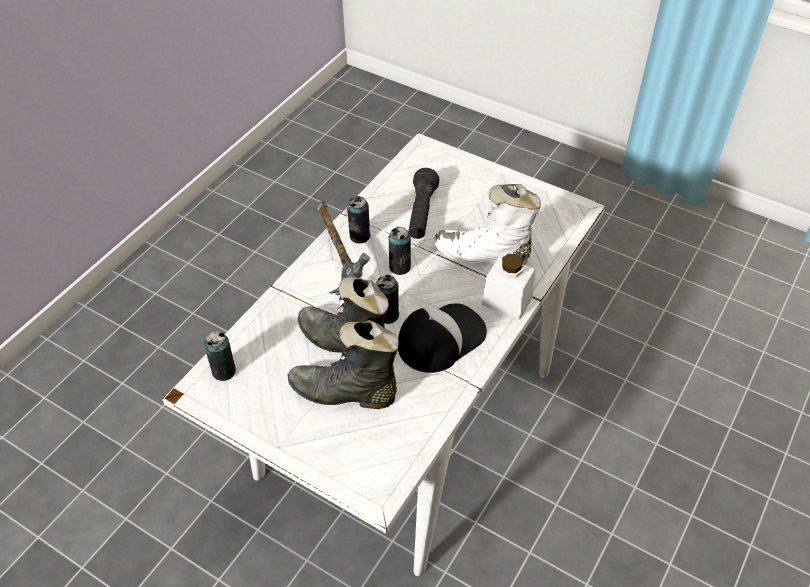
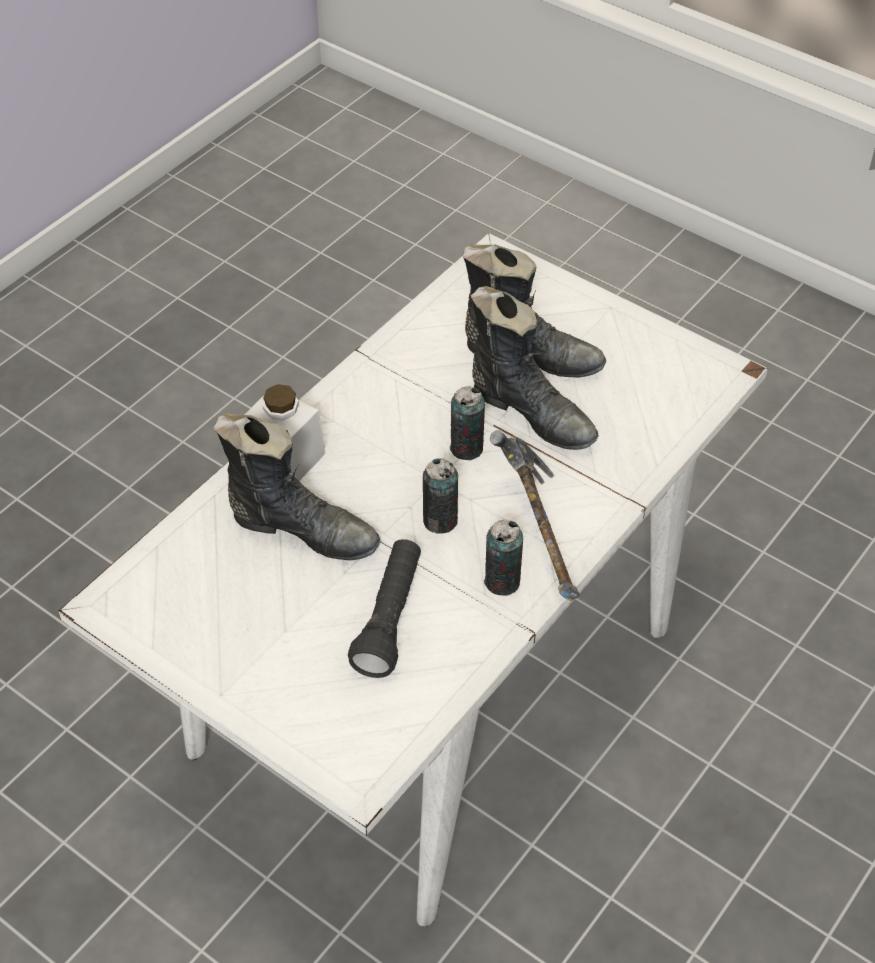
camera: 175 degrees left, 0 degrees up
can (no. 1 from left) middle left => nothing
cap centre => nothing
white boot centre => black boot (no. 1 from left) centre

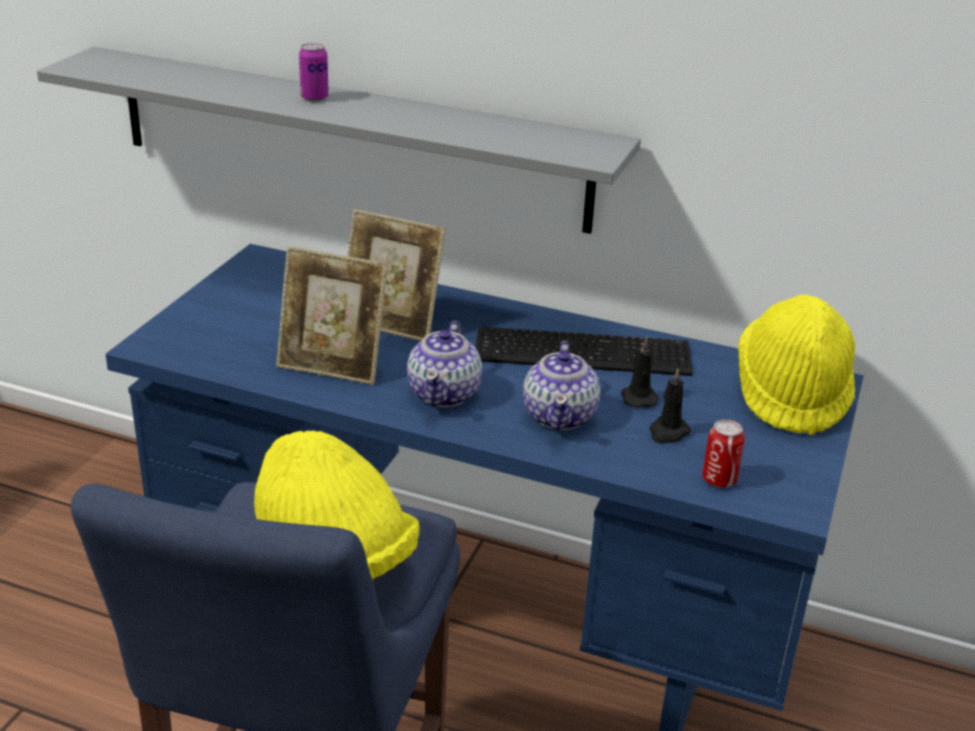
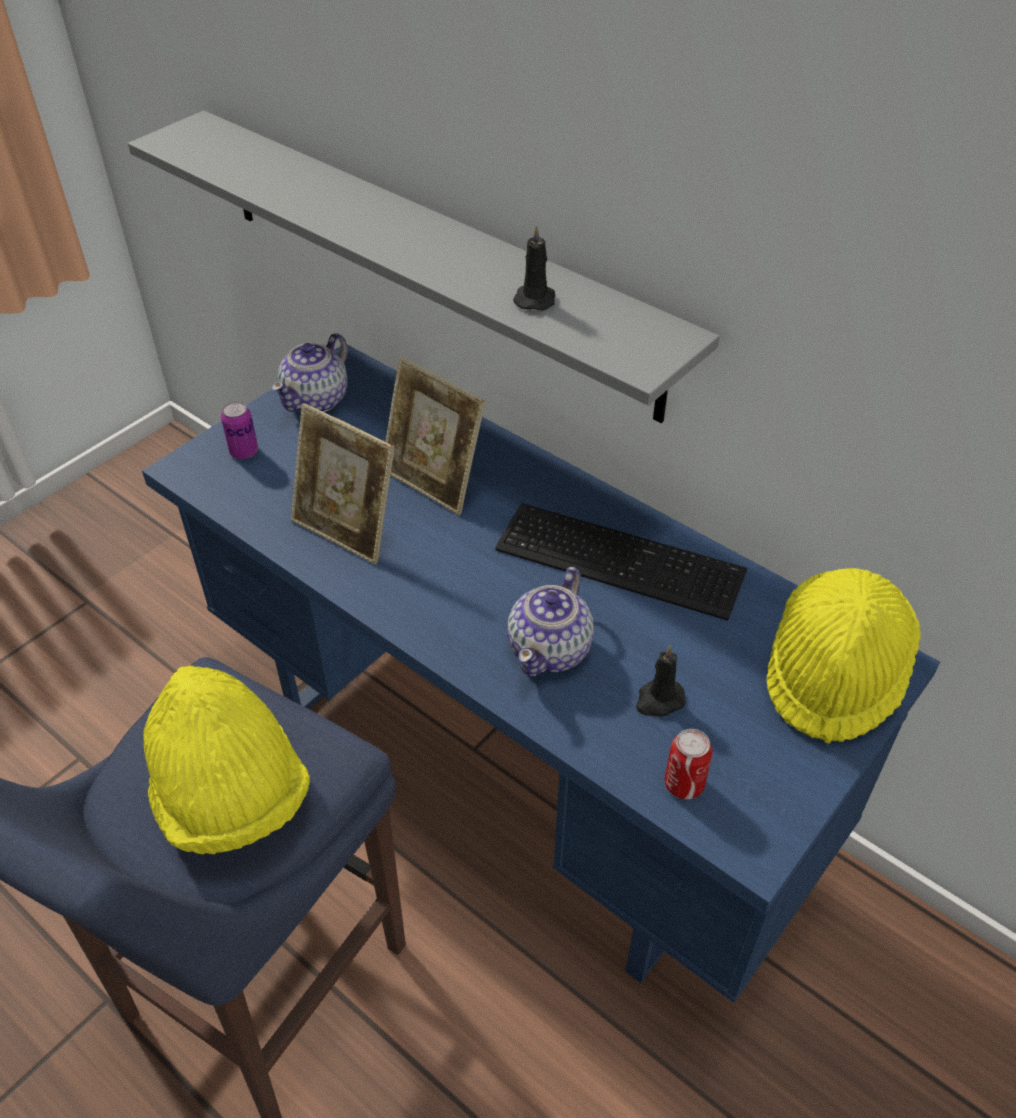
camera: 20 degrees right, 15 degrees up
can (no. 1 from left) top left => can (no. 1 from left) middle left, relocated
teapot (no. 1 from left) centre => teapot (no. 1 from left) top left, relocated
black candle (no. 1 from left) centre => black candle (no. 1 from left) top centre, relocated

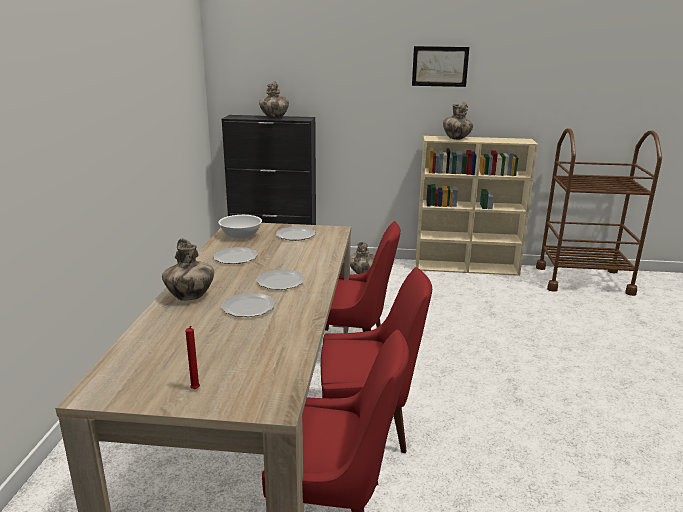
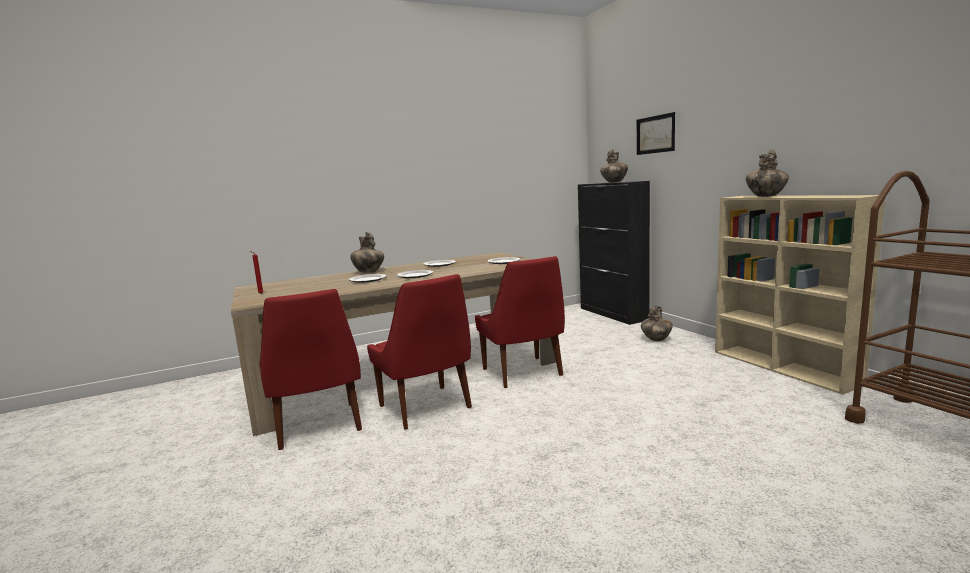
camera: 60 degrees right, 10 degrees down
white bowl centre => nothing
picture top centre => picture top right, relocated

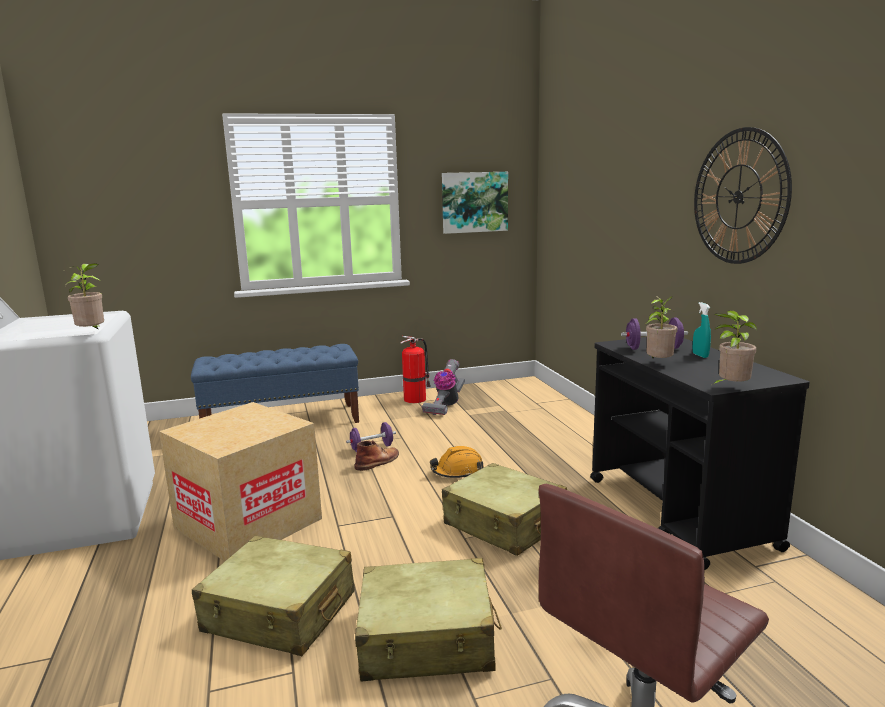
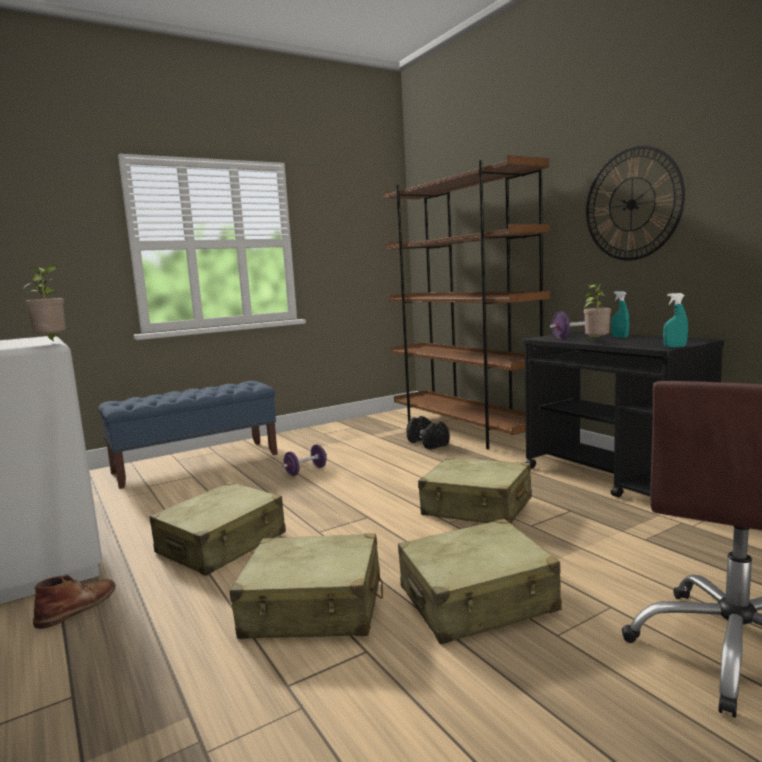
camera: 15 degrees left, 5 degrees down
cardboard box bottom left => beige suitcase (no. 1 from left) bottom left
brown boot centre => brown boot bottom left, relocated
fire extinguisher centre => nothing
vacuum cleaner centre => nothing
orange hard hat centre => nothing
picture top centre => nothing
potted plant (no. 3 from left) middle right => turquoise spray bottle (no. 2 from left) middle right
nothing => brown bookcase centre
nothing => black dumbbell centre

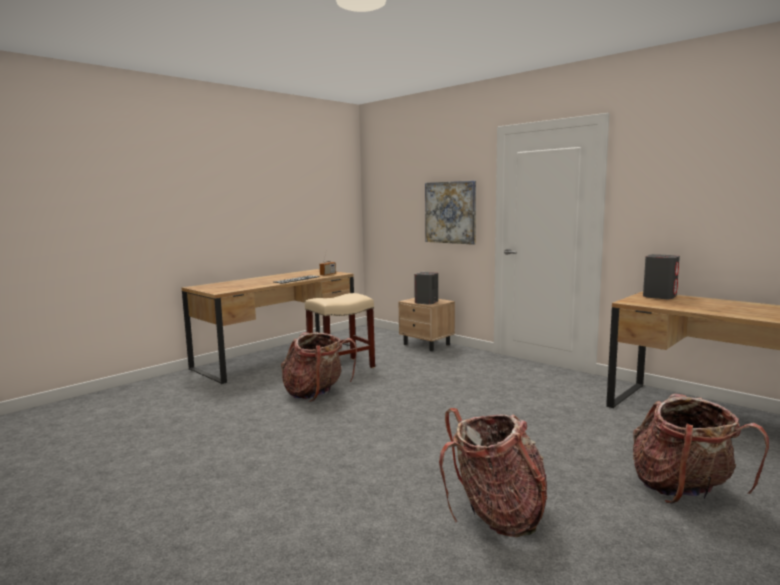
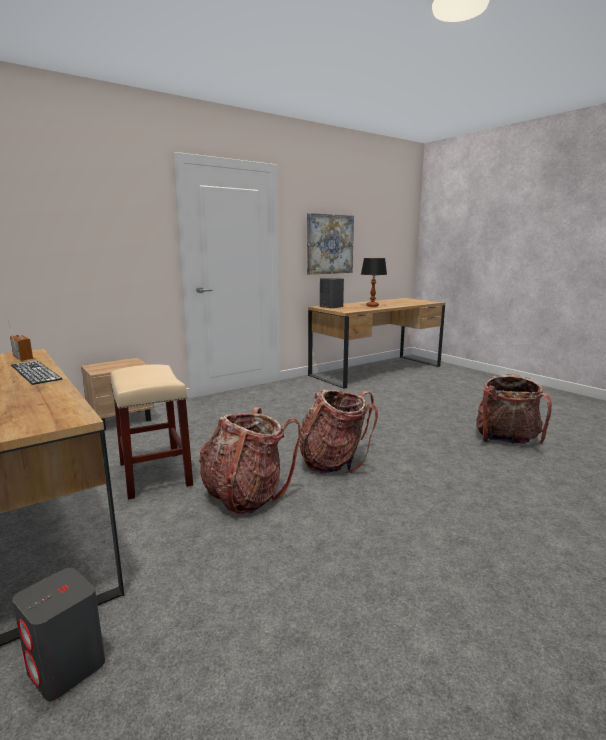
camera: 80 degrees left, 5 degrees up
grey speaker (no. 1 from left) centre => grey speaker (no. 1 from left) bottom left, relocated
picture centre => picture top centre, relocated
backpack (no. 3 from left in the first image) bottom right => backpack (no. 2 from left) centre, relocated
nothing => table lamp centre

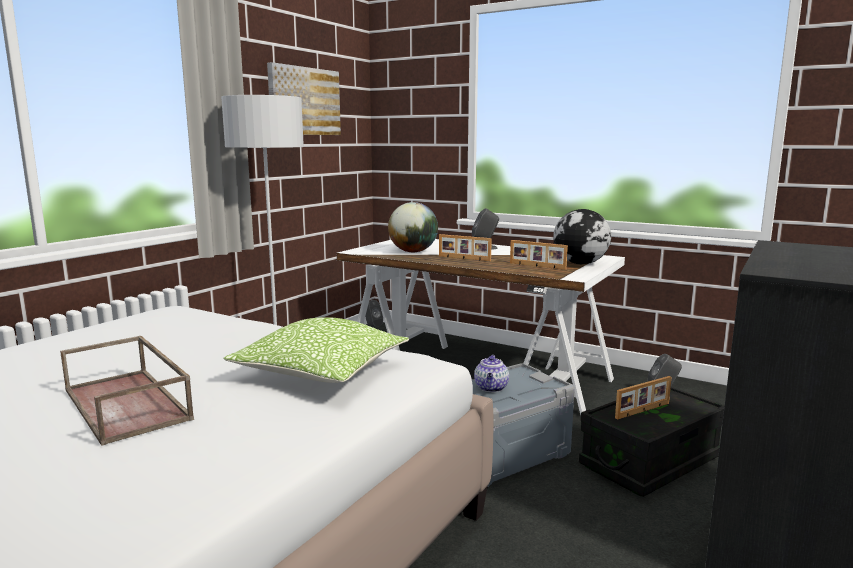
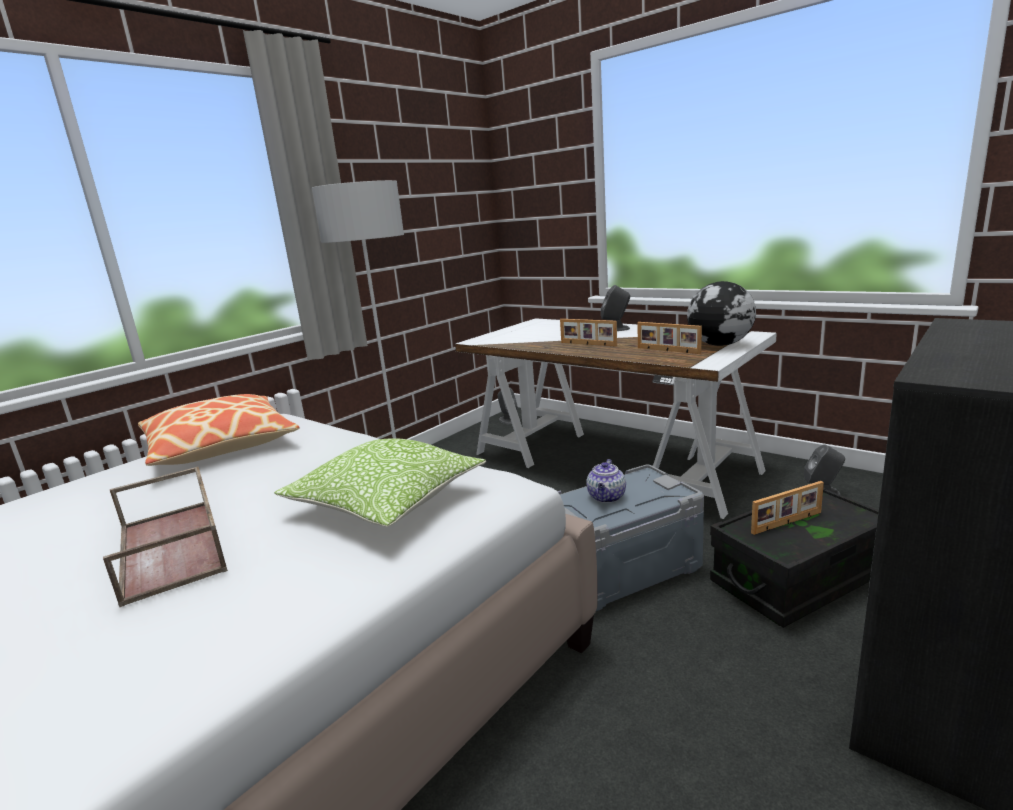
camera: 10 degrees right, 5 degrees up
picture top centre => nothing
globe (no. 1 from left) centre => nothing
nothing => pillow (no. 1 from left) middle left

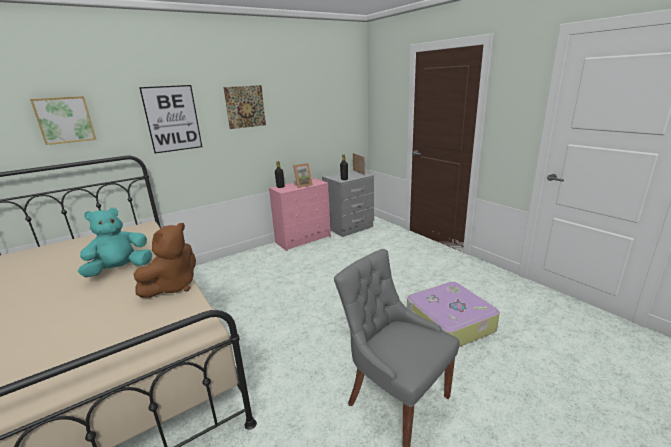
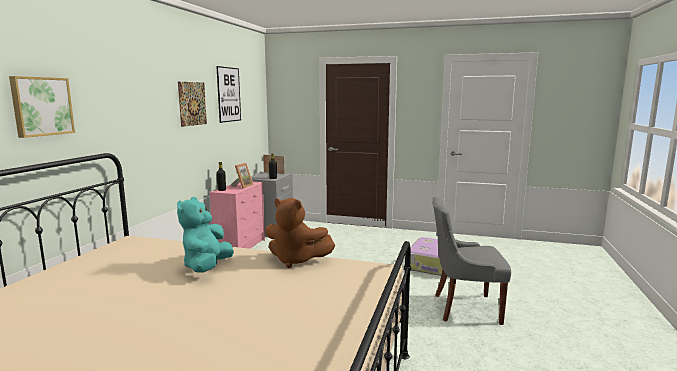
camera: 40 degrees left, 10 degrees down
brown plush toy middle left => brown plush toy centre, 120 degrees clockwise
picture (no. 2 from left in the first image) top left => picture (no. 3 from left) top centre, relocated

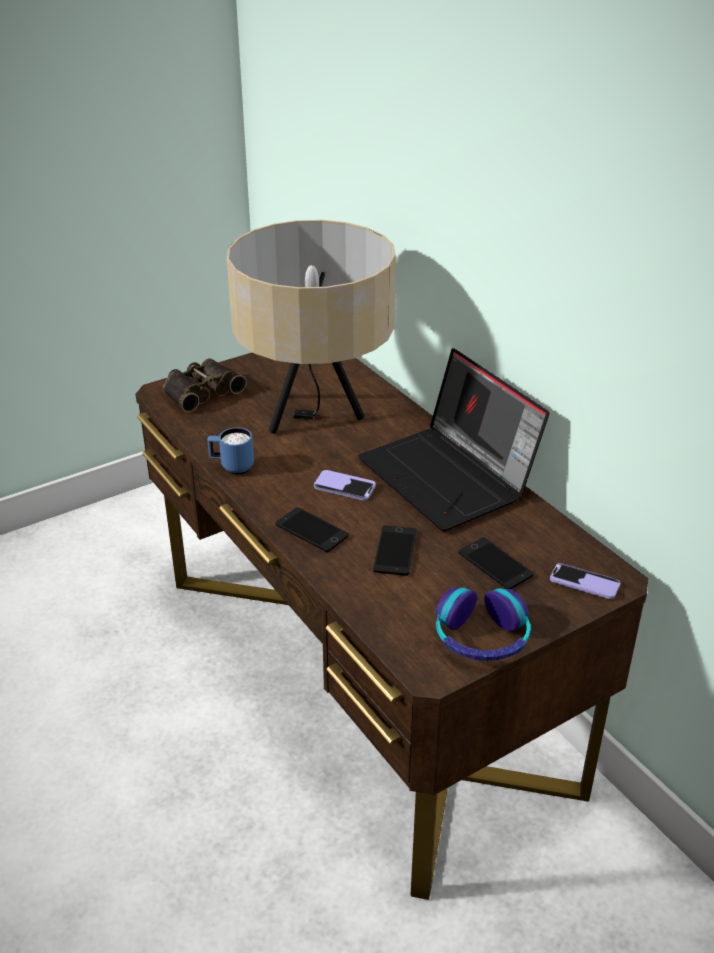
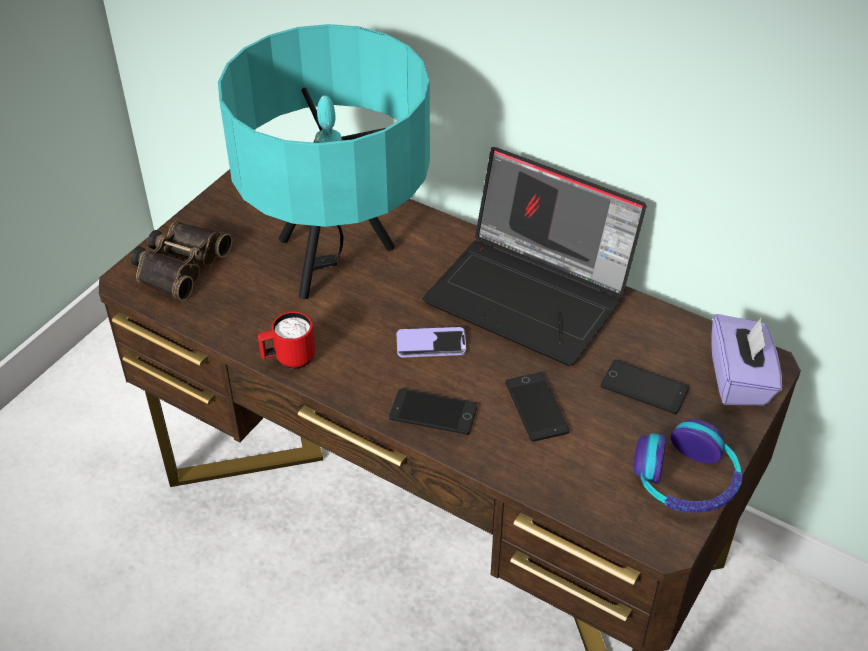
camera: 25 degrees left, 10 degrees up
blue mug middle left => red mug middle left
beige table lamp centre => turquoise table lamp top centre
phone (no. 5 from left) middle right => purple tissue box middle right

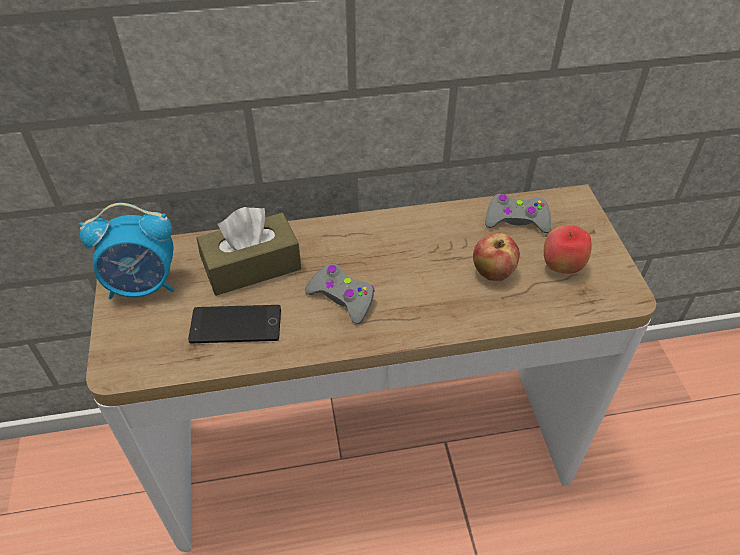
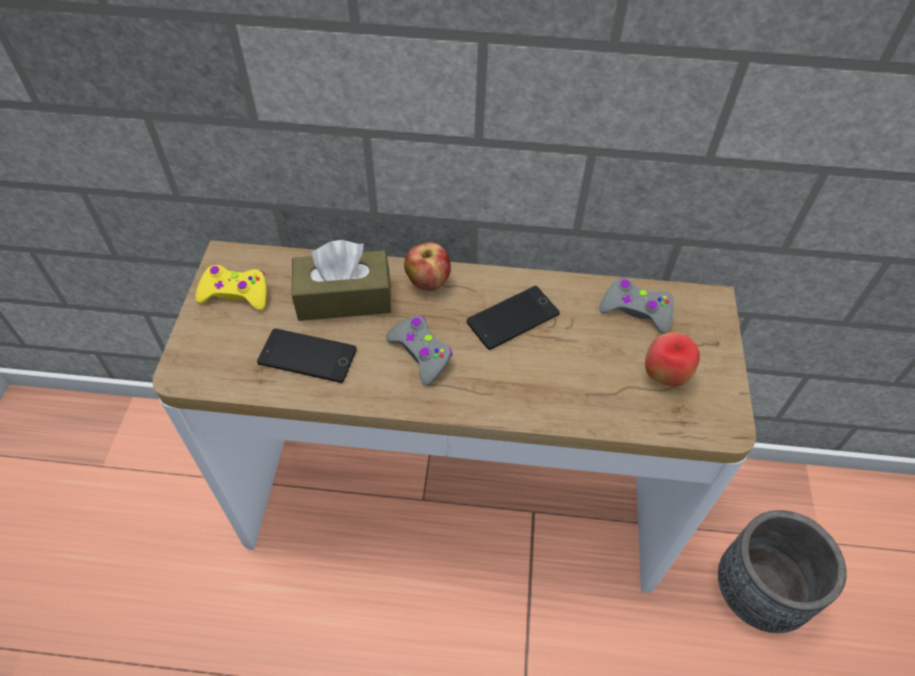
camera: 15 degrees right, 5 degrees up
alarm clock middle left => yellow game controller middle left
apple (no. 1 from left) middle right => apple (no. 1 from left) centre, relocated
nothing => phone (no. 2 from left) centre
nothing => grey planter bottom right

